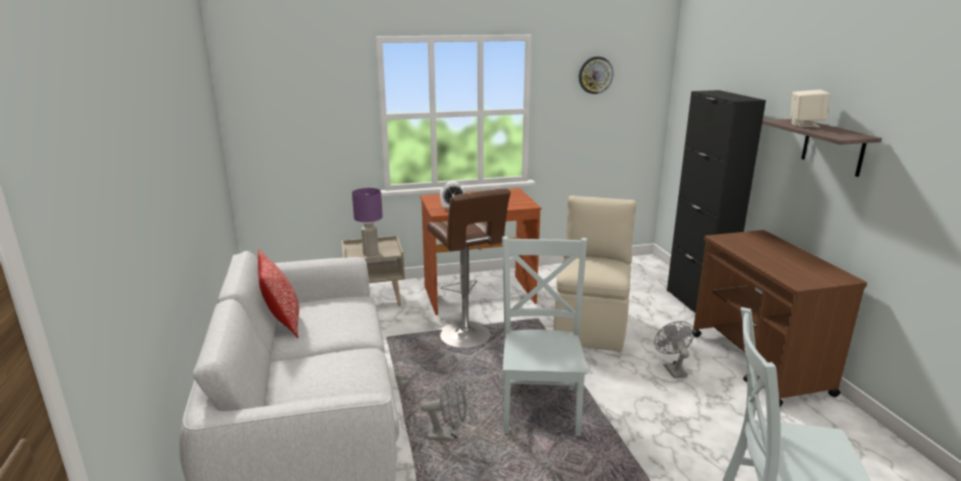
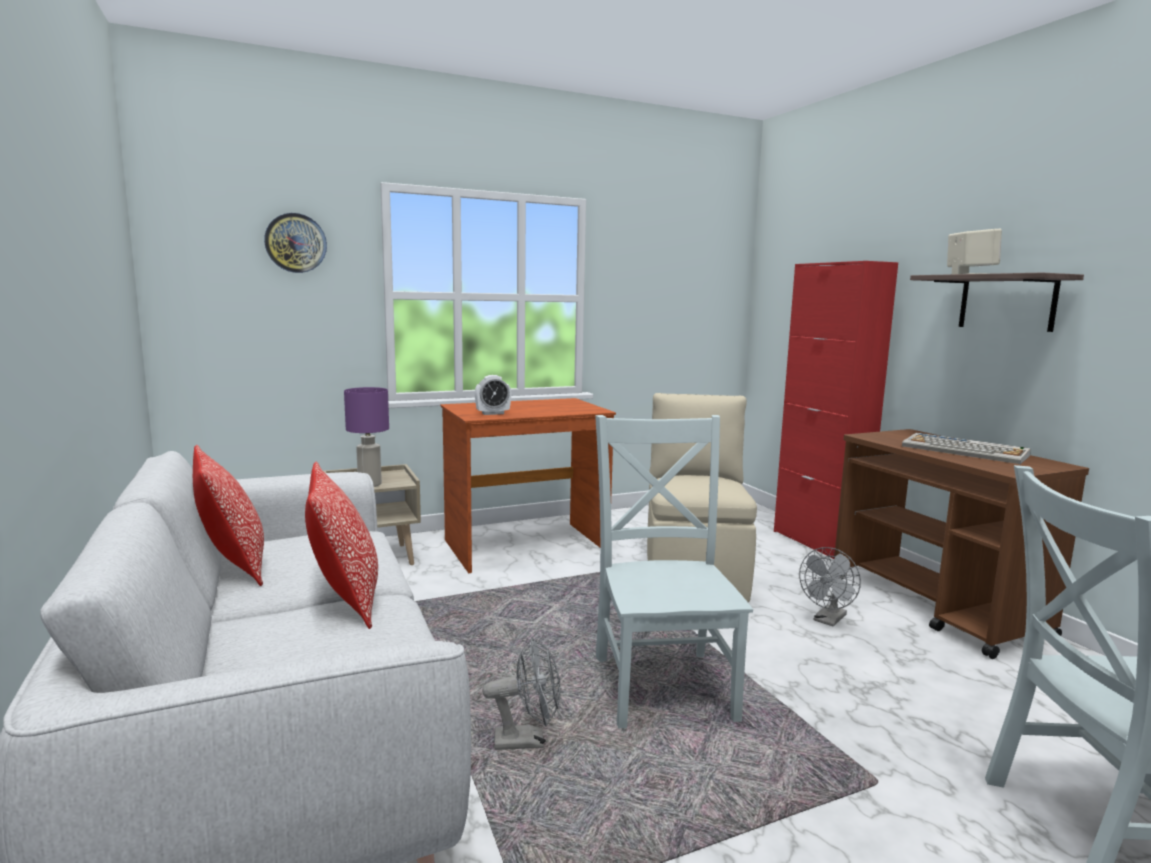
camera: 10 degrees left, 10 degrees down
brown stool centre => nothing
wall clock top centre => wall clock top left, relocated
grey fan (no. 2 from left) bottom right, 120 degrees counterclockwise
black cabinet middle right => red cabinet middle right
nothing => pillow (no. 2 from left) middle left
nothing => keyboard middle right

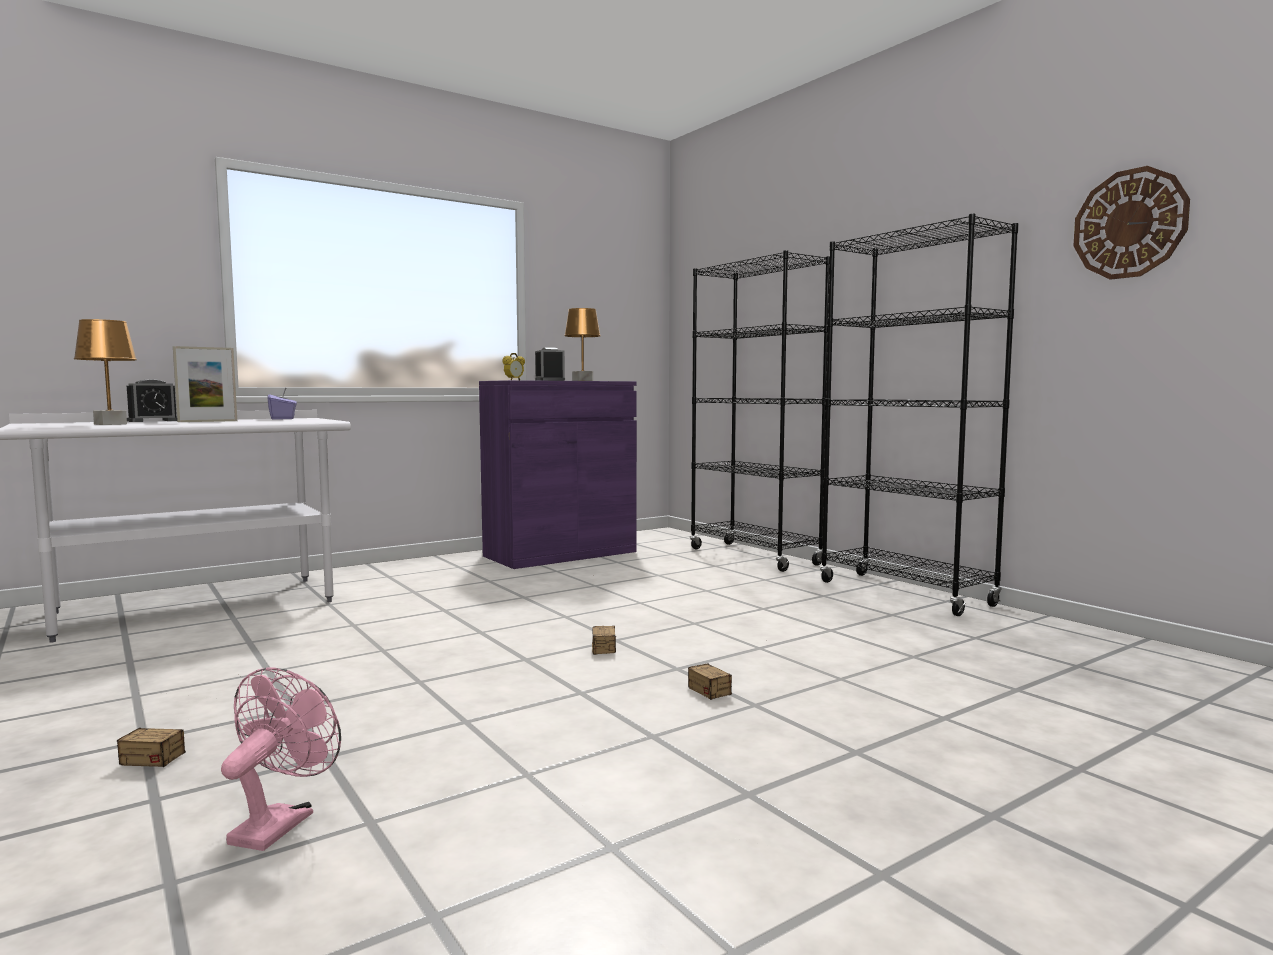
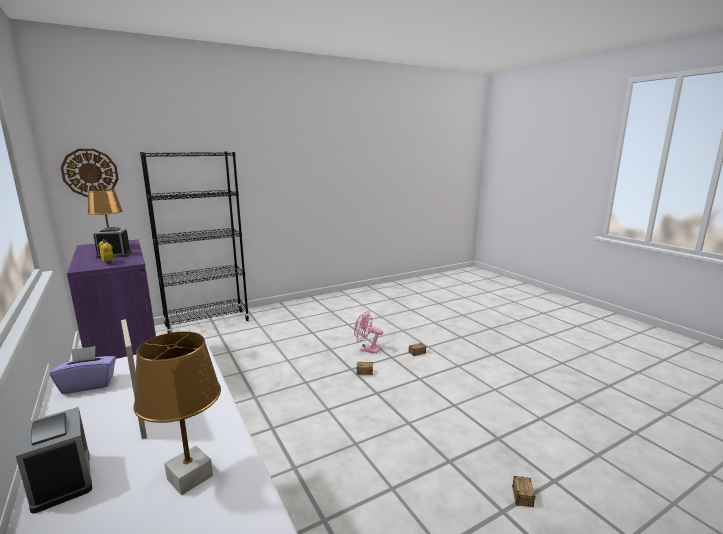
camera: 85 degrees left, 10 degrees up
pink fan bottom left => pink fan centre, relocated
black bookcase (no. 2 from left) middle right => nothing
wall clock top right => wall clock top left, relocated

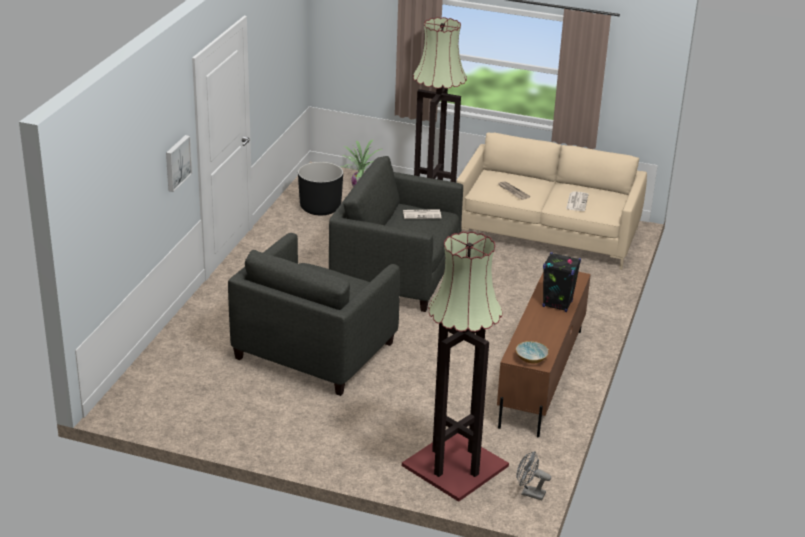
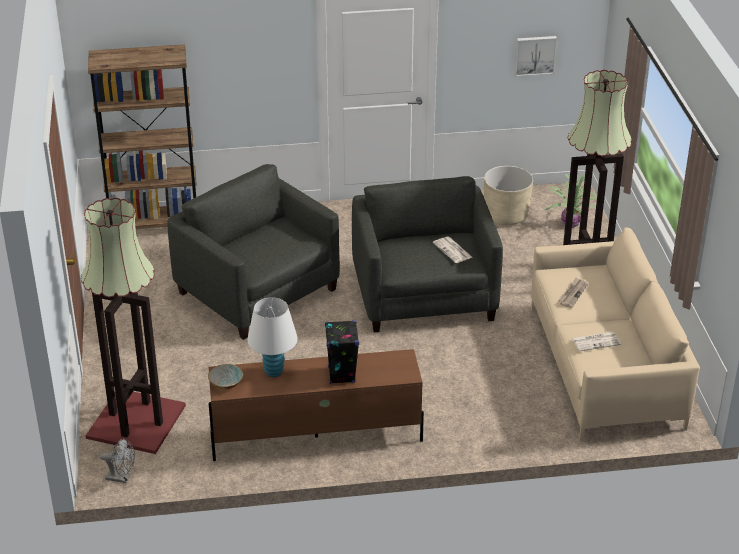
camera: 65 degrees right, 5 degrees up
picture top left => picture top right, relocated
grey armchair (no. 1 from left) centre, 45 degrees clockwise
black planter centre => beige planter middle right
grey fan bottom centre => grey fan bottom left, 105 degrees clockwise
nothing => brown bookcase top left
nothing => white table lamp centre

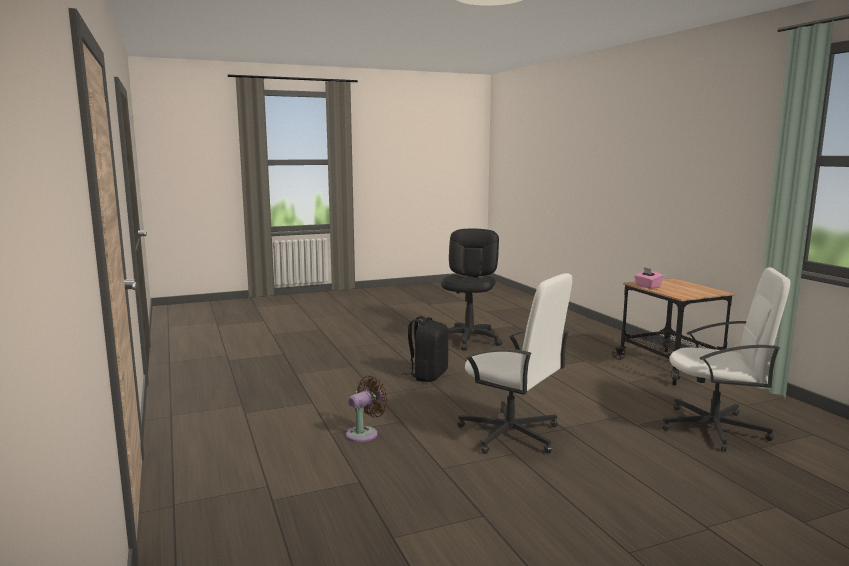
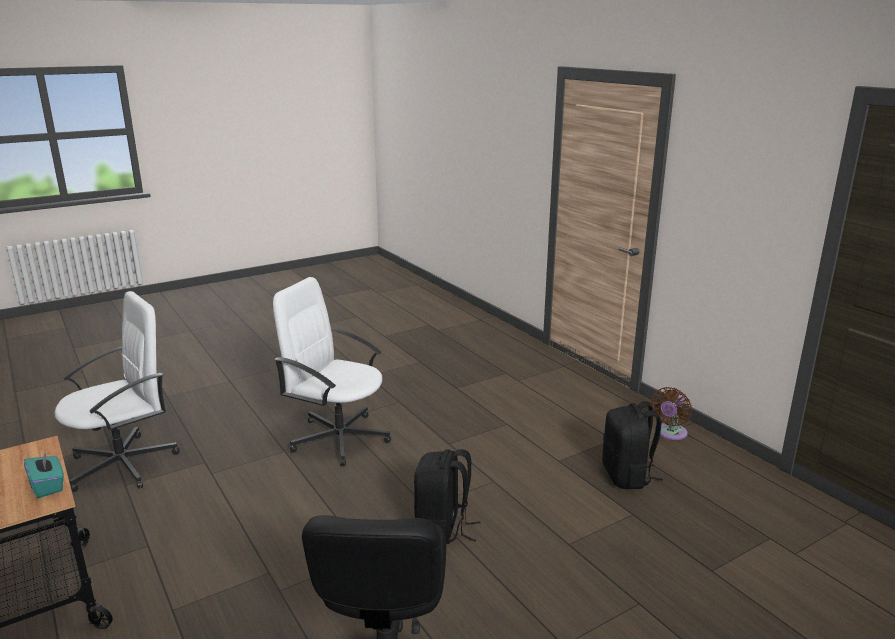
camera: 170 degrees right, 10 degrees up
brown fan bottom centre => brown fan middle right, relocated
pink tissue box middle right => turquoise tissue box bottom left
white office chair (no. 2 from left in the first image) middle right => white office chair (no. 1 from left) middle left, 135 degrees clockwise
nothing => black backpack (no. 2 from left) bottom right

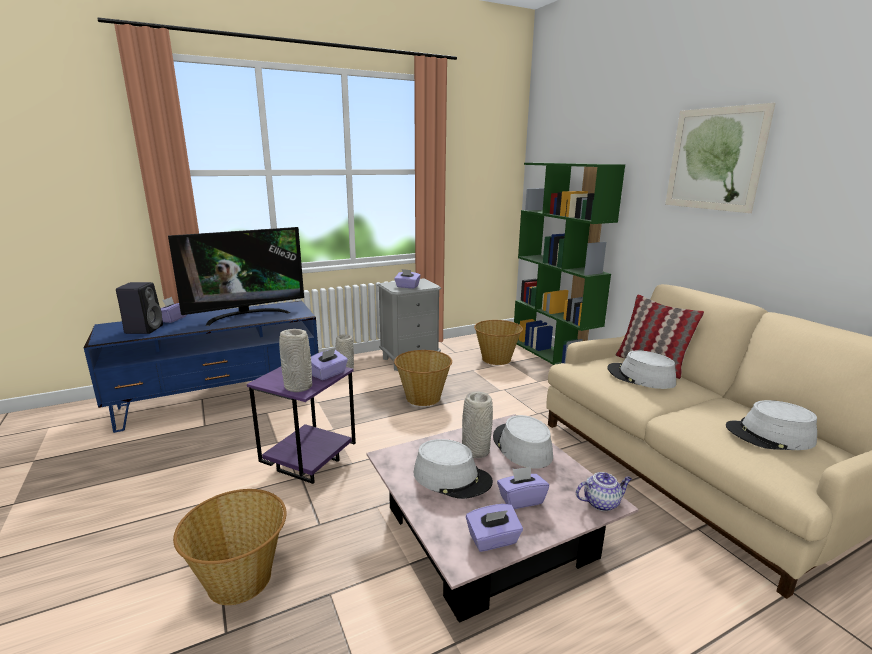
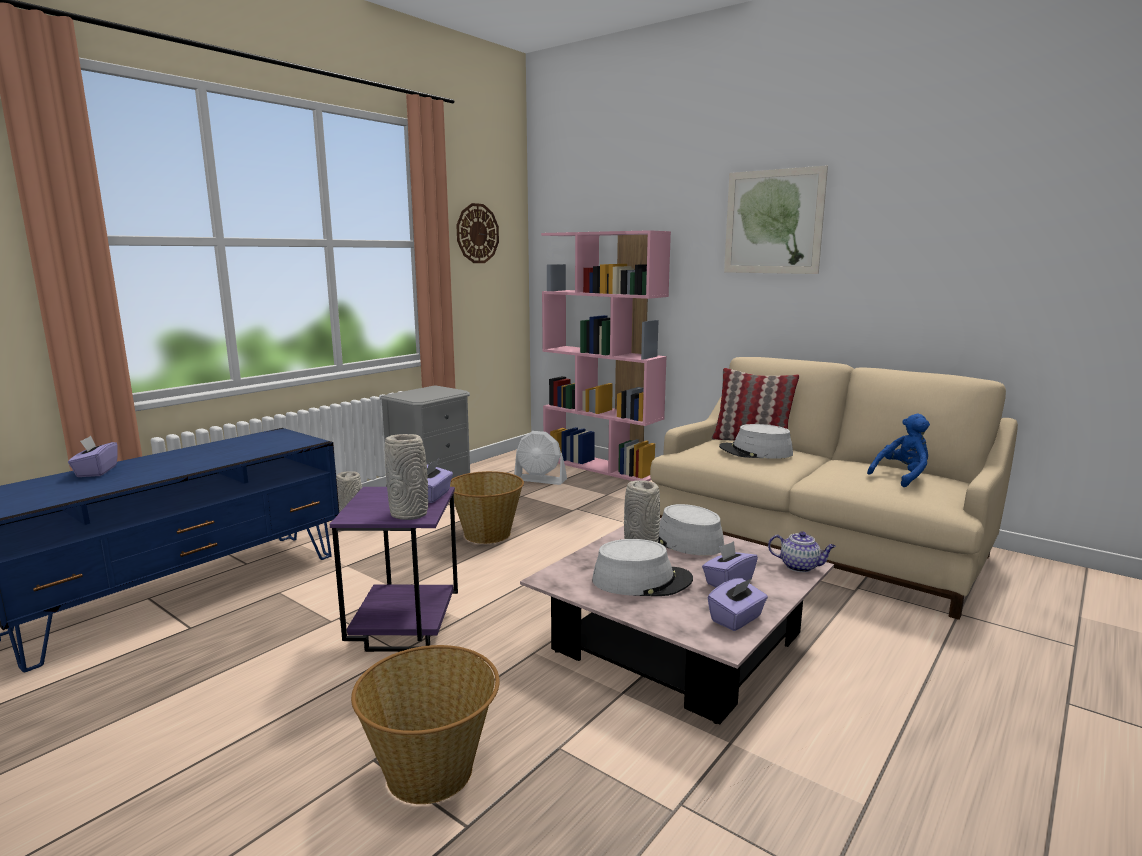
camera: 25 degrees left, 5 degrees down
black speaker middle left => nothing
television middle left => nothing
purple tissue box (no. 3 from left) centre => nothing
basket (no. 3 from left) centre => white fan centre
green bookcase centre => pink bookcase centre
teapot bottom right => teapot middle right, 60 degrees clockwise
grey hat (no. 4 from left) middle right => blue plush toy middle right
nothing => wall clock top centre

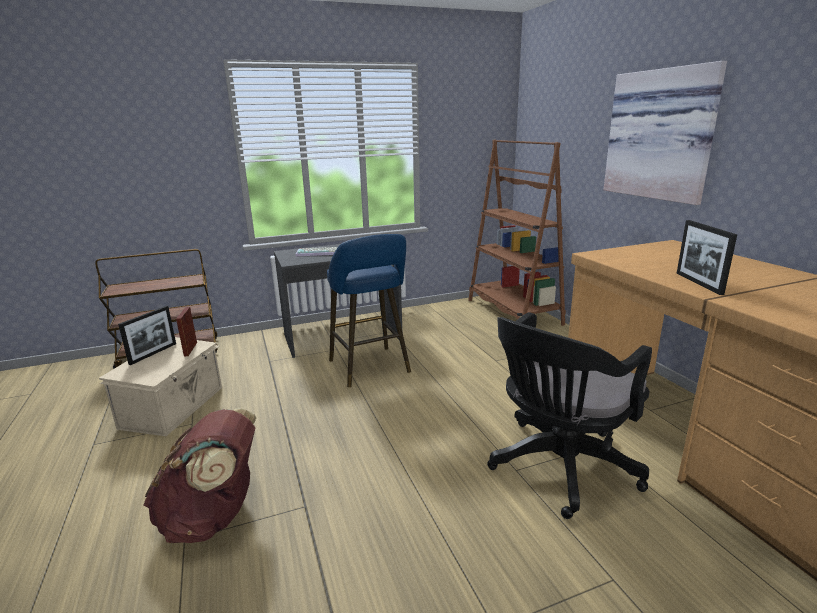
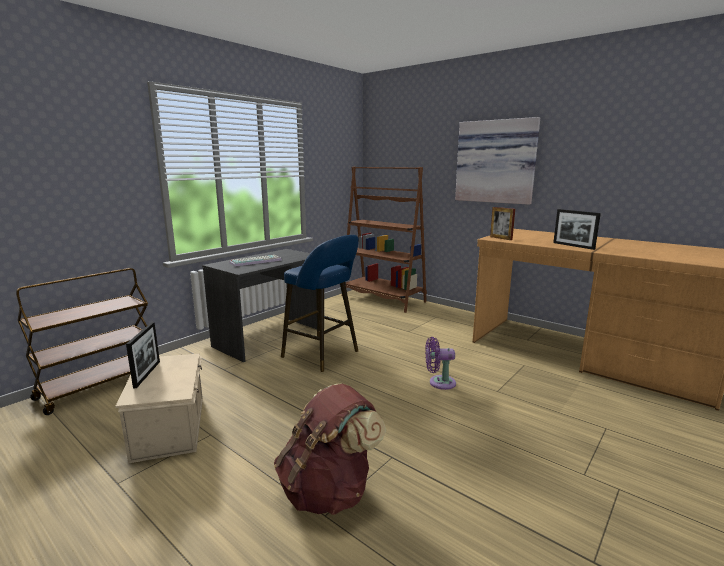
camera: 30 degrees left, 5 degrees down
picture frame (no. 2 from left) middle left => picture frame (no. 2 from left) middle right, relocated
black office chair bottom right => nothing
nothing => purple fan centre

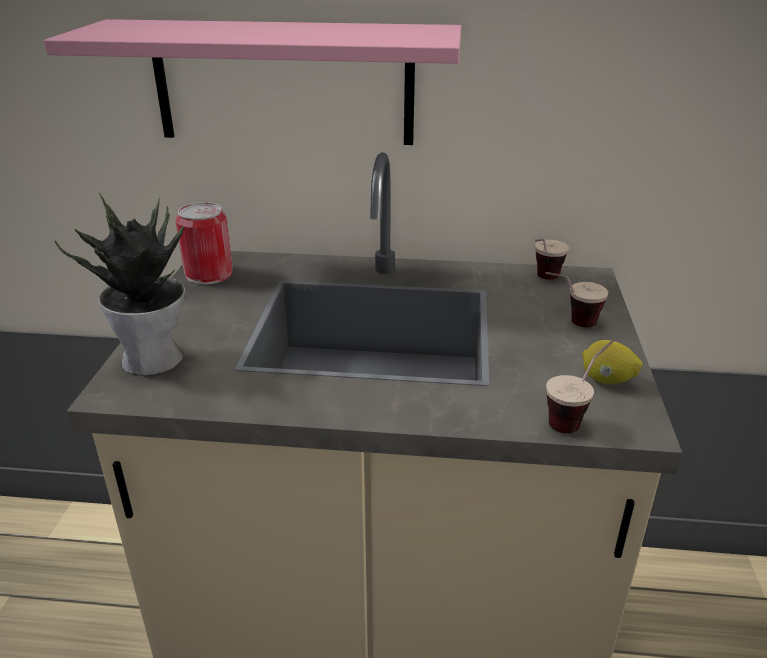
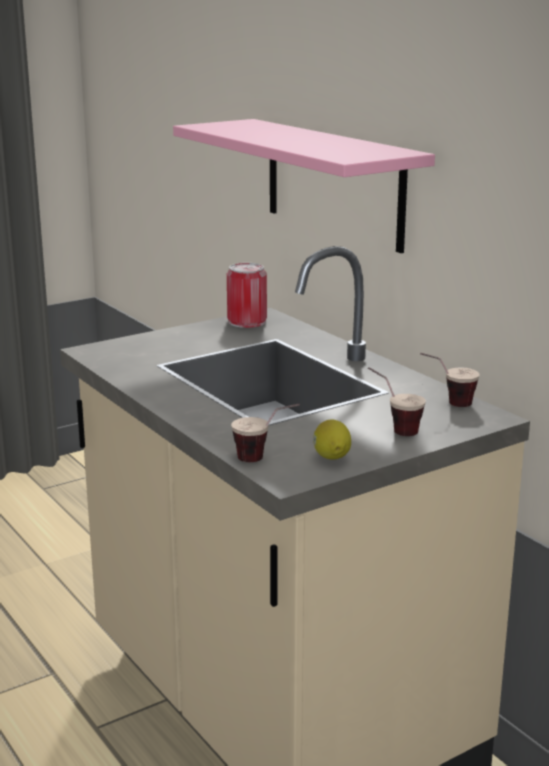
camera: 50 degrees right, 10 degrees down
potted plant middle left => nothing

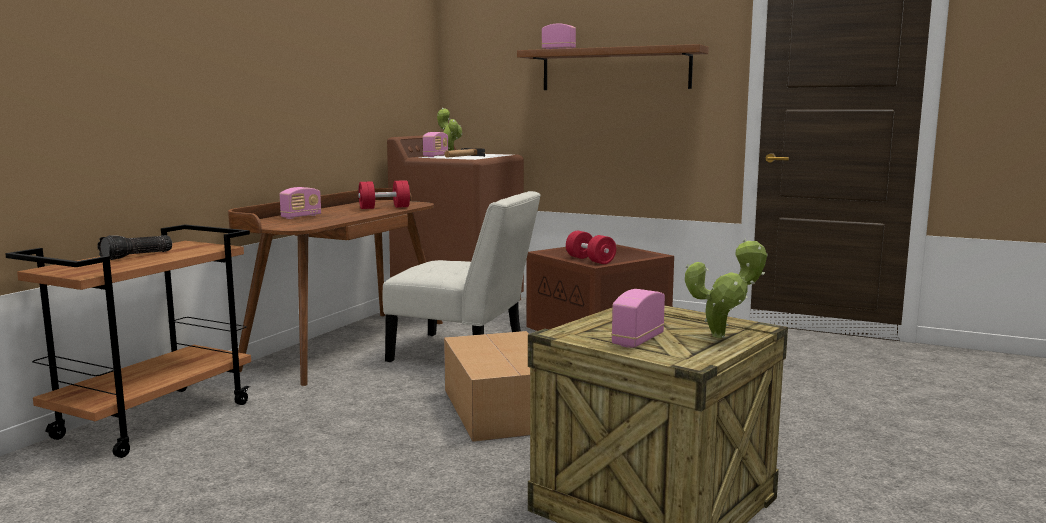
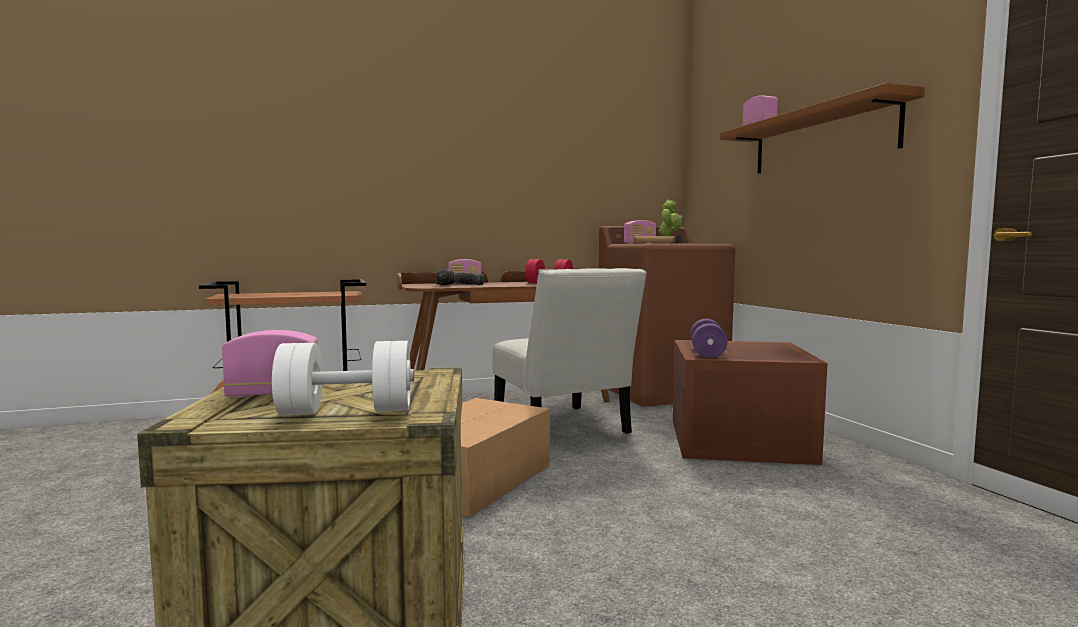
camera: 45 degrees right, 5 degrees down
flashlight middle left => flashlight centre, relocated
red dumbbell (no. 2 from left) centre => purple dumbbell centre
potted plant (no. 2 from left) middle right => white dumbbell middle left

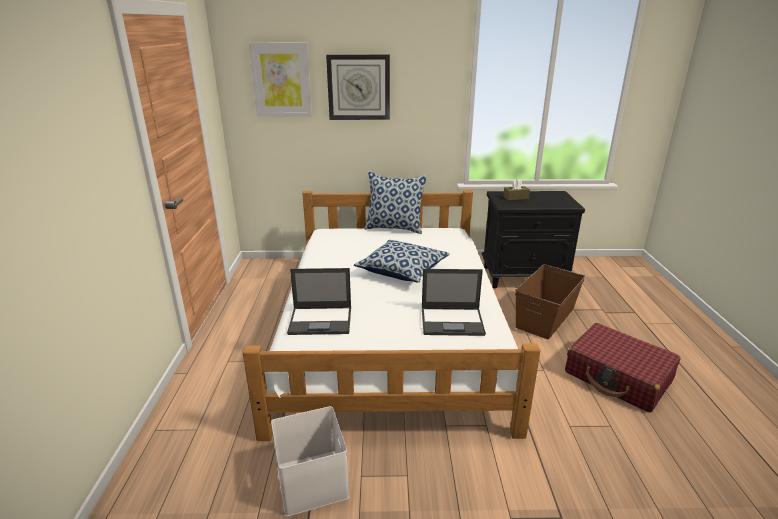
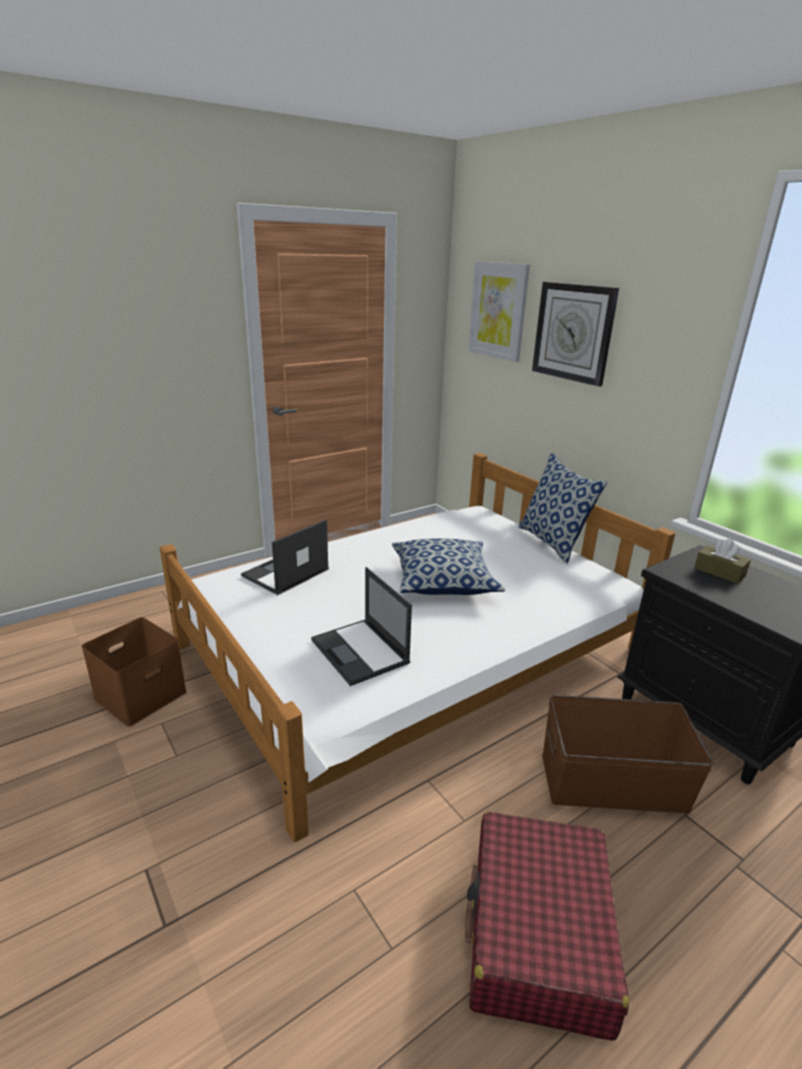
camera: 55 degrees right, 0 degrees up
white storage box bottom centre => brown storage box (no. 1 from left) middle left
laptop (no. 1 from left) centre, 75 degrees clockwise

